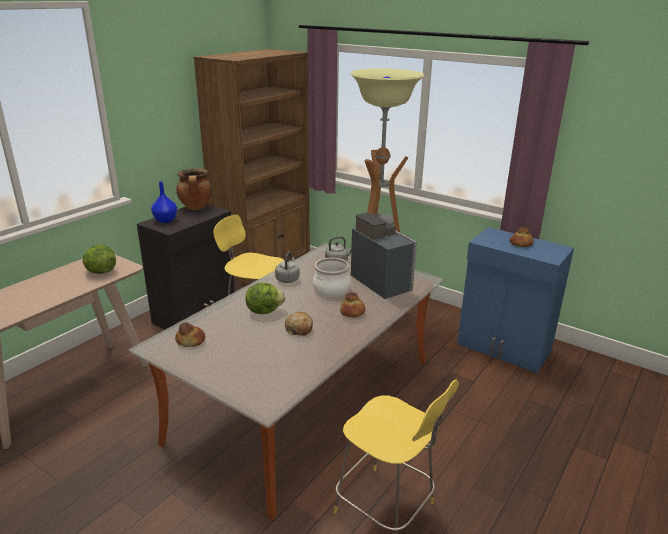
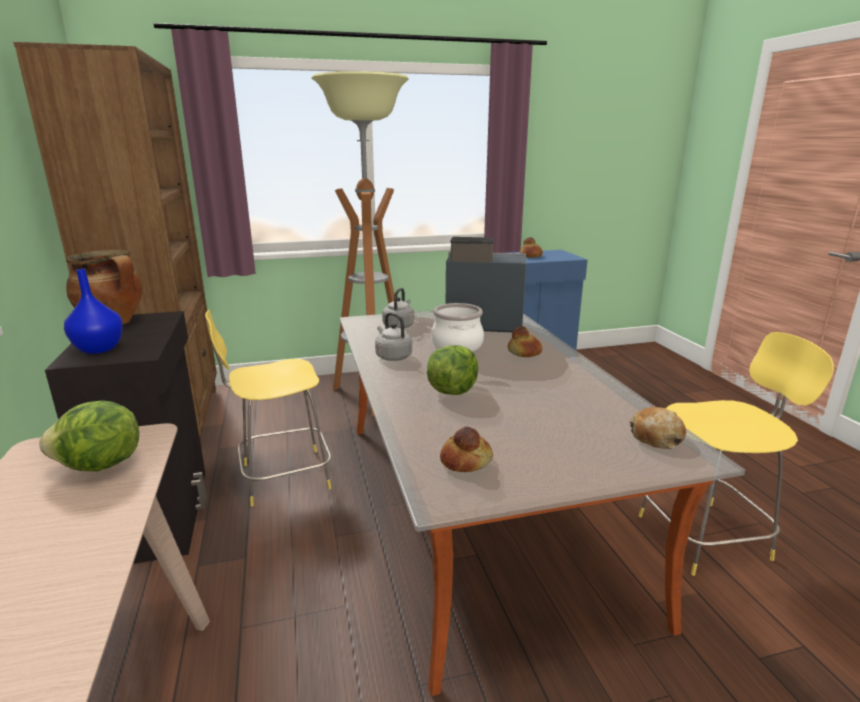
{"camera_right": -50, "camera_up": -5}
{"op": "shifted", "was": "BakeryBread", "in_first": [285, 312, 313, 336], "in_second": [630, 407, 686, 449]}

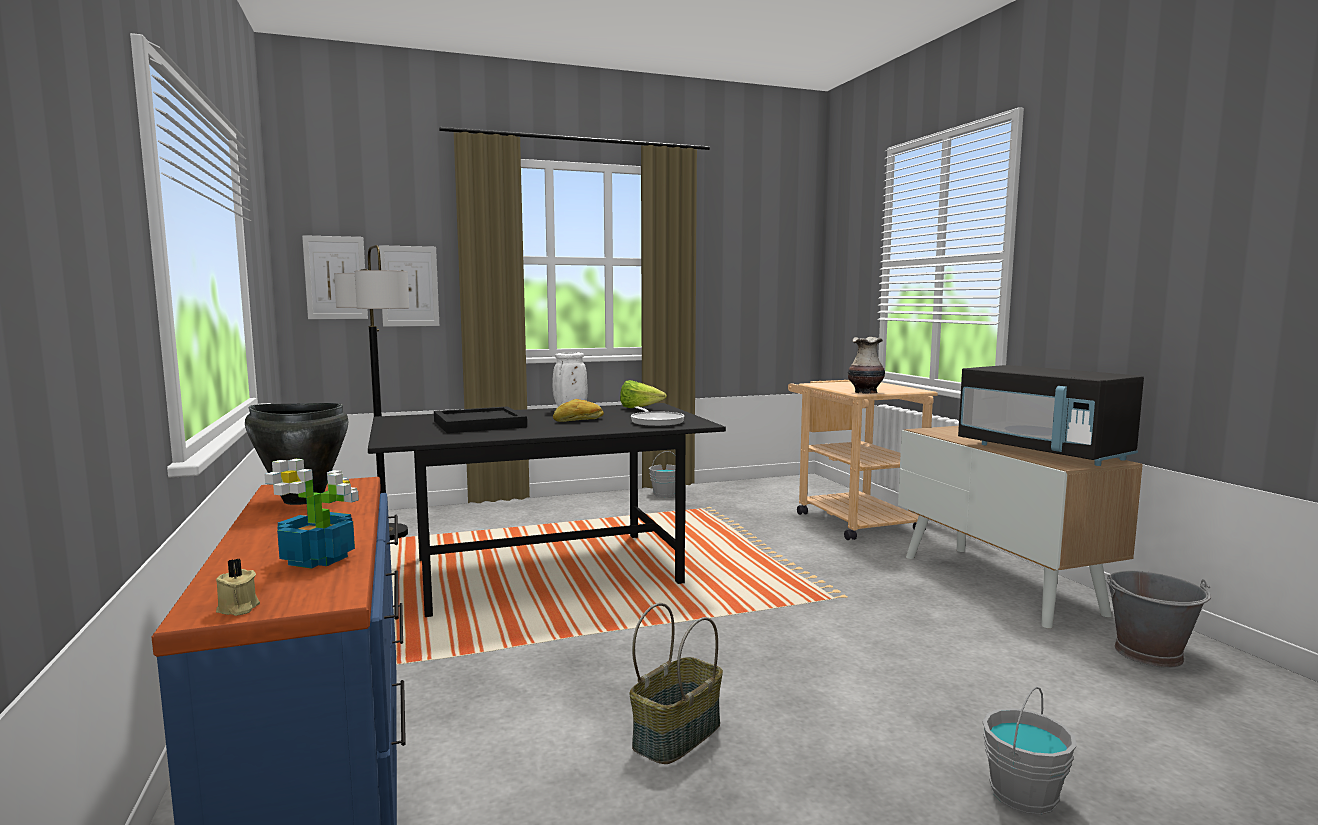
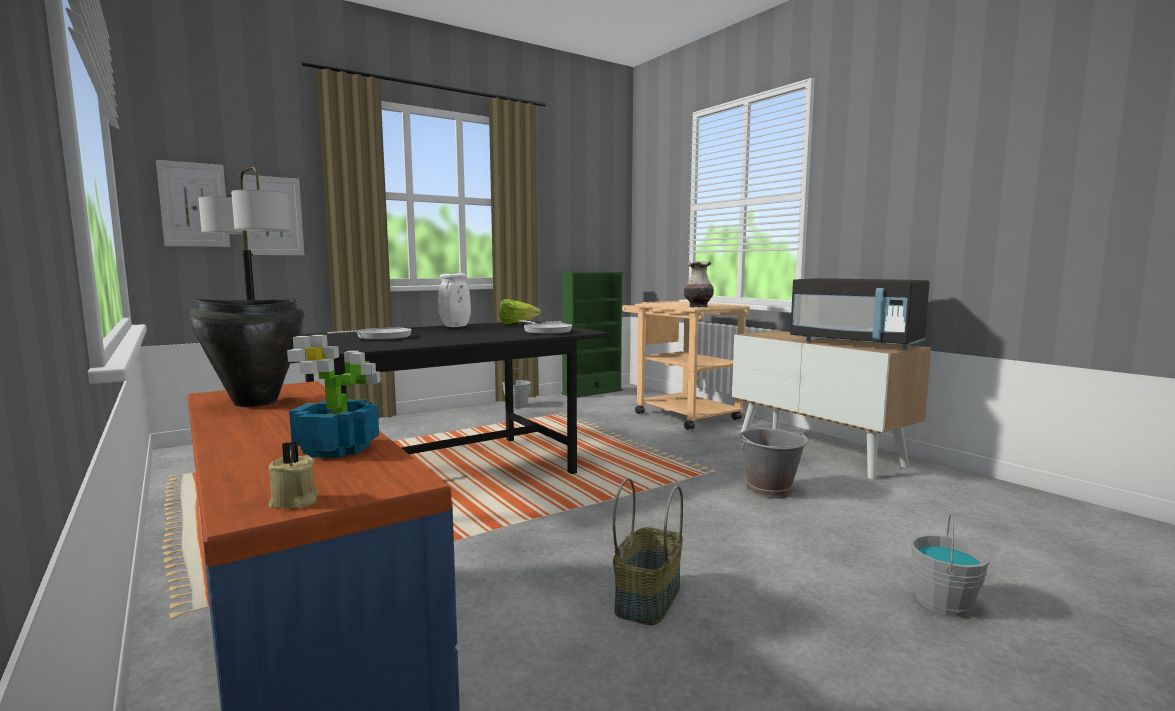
{"camera_right": -15, "camera_up": 0}
{"op": "gone", "was": "BakeryBread", "in_first": [553, 399, 604, 422]}
{"op": "swapped", "was": "BlackishTray", "now": "Pan", "in_first": [434, 406, 527, 433], "in_second": [328, 328, 411, 340]}
{"op": "shifted", "was": "GreyishWaterBucket", "in_first": [1106, 570, 1211, 668], "in_second": [738, 429, 808, 499]}
{"op": "new", "now": "GreenColouredBookcase", "in_second": [561, 272, 624, 397]}

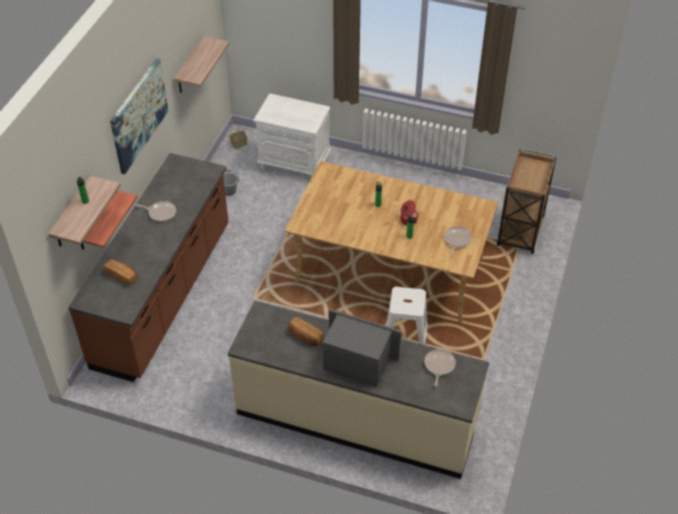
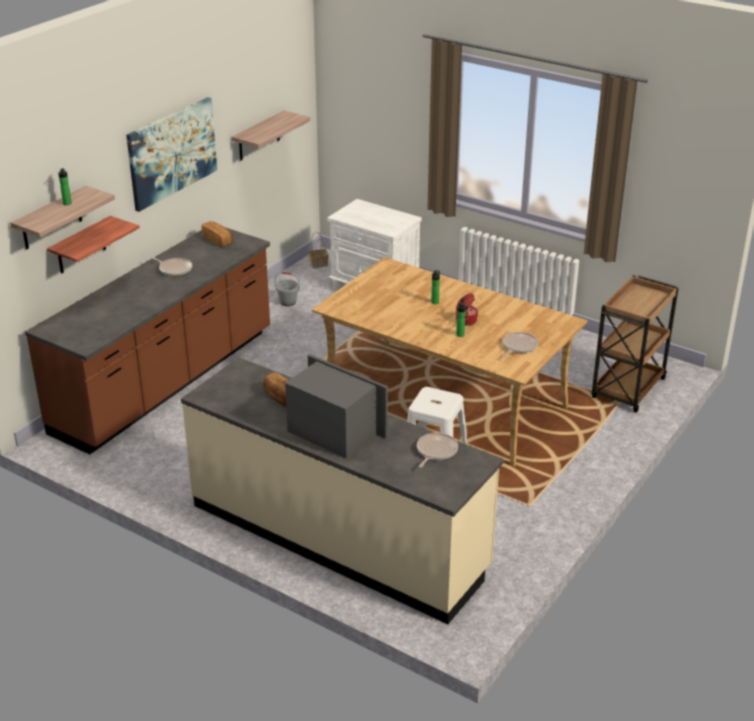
{"camera_right": 15, "camera_up": -15}
{"op": "shifted", "was": "BakeryBread", "in_first": [104, 259, 137, 286], "in_second": [201, 221, 233, 247]}

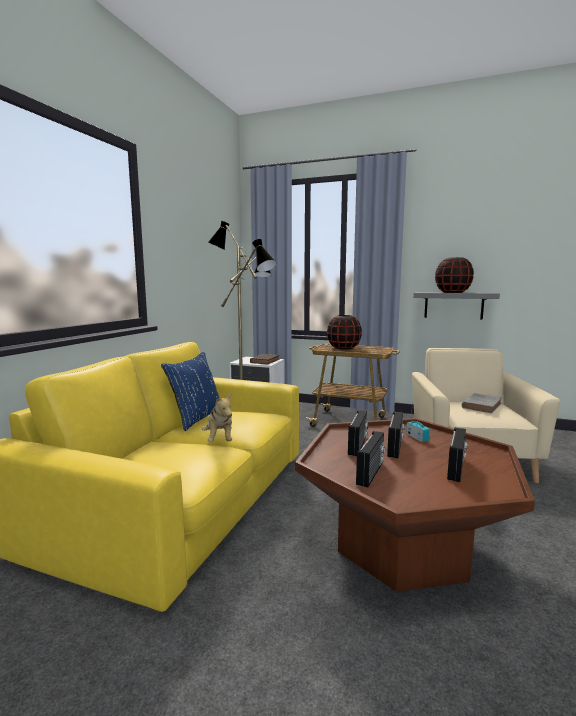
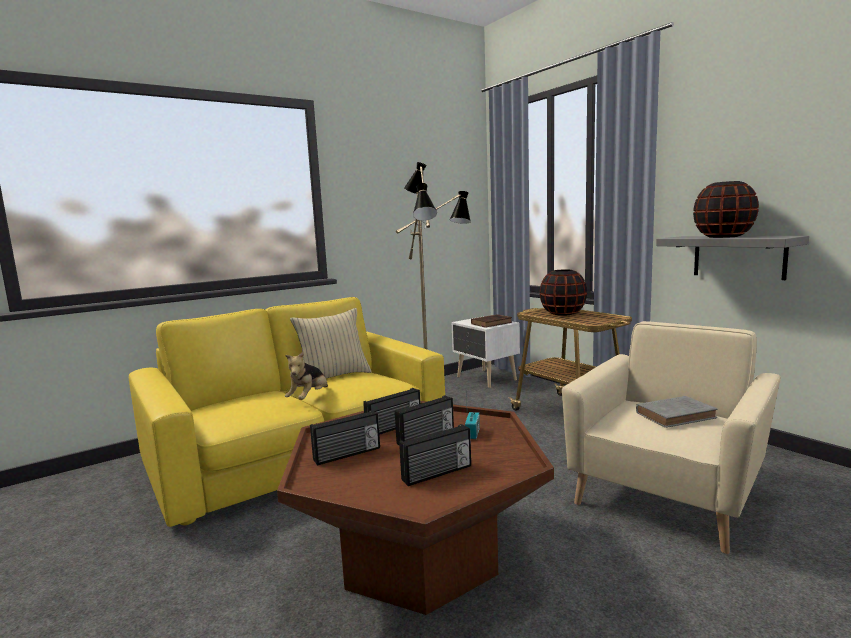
{"camera_right": 35, "camera_up": 0}
{"op": "repainted", "was": "BluishPillow", "now": "BeigePillow", "in_first": [161, 352, 220, 431], "in_second": [290, 308, 372, 378]}

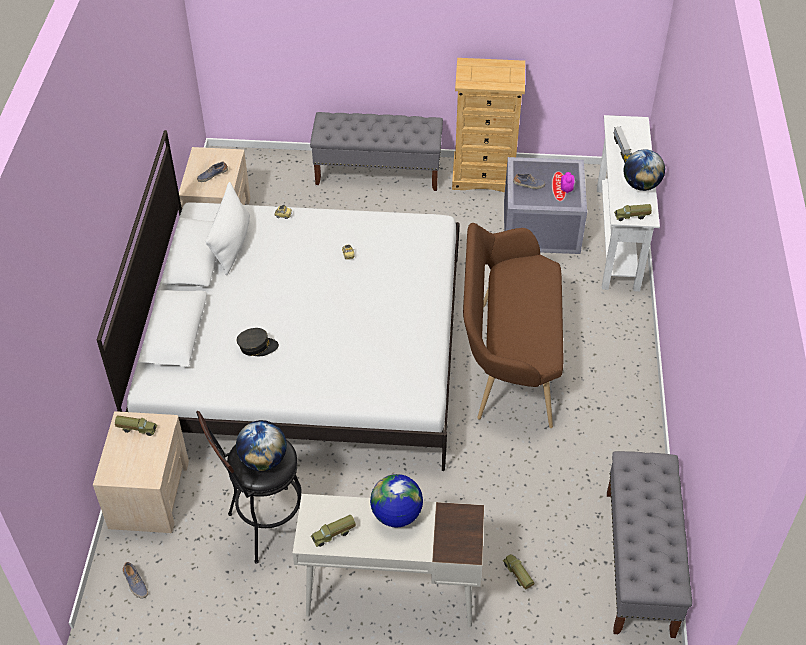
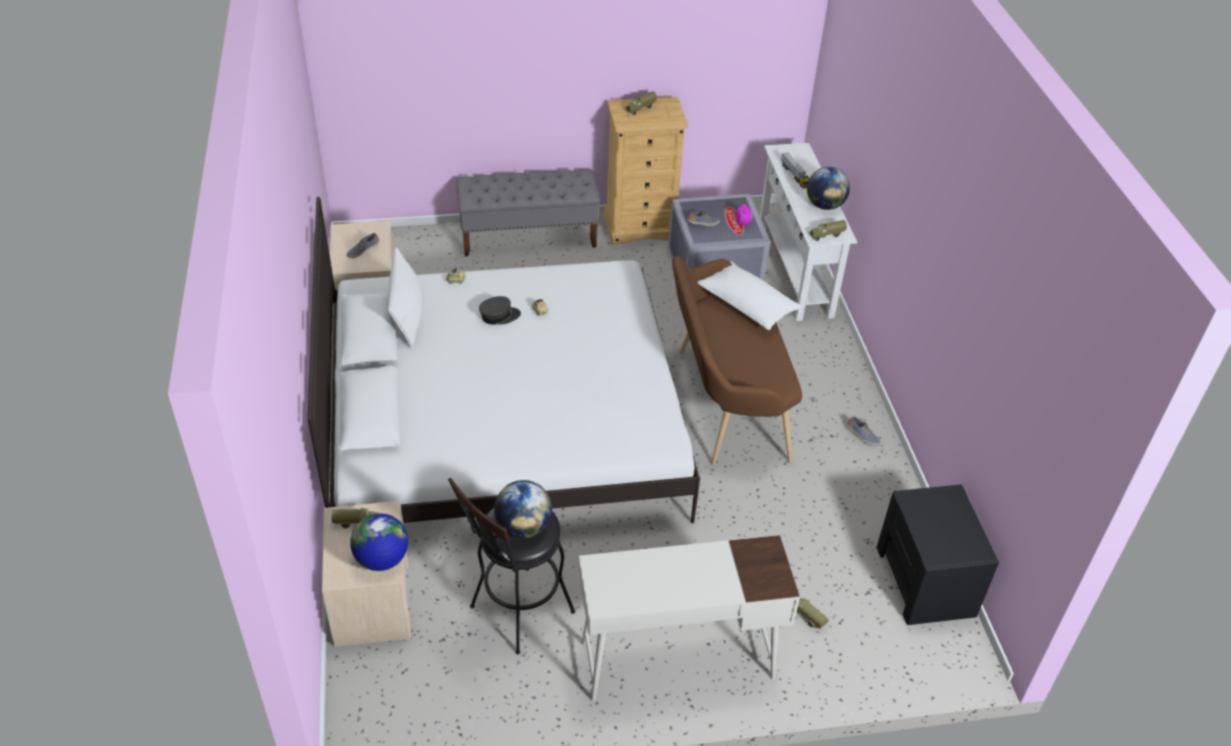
{"camera_right": -15, "camera_up": -5}
{"op": "shifted", "was": "GreyishBaseballCap", "in_first": [237, 328, 279, 356], "in_second": [479, 296, 521, 325]}
{"op": "swapped", "was": "GreyishLongSeat", "now": "BlackishNightstand", "in_first": [607, 451, 692, 638], "in_second": [877, 484, 999, 625]}
{"op": "shifted", "was": "Globe", "in_first": [370, 474, 423, 528], "in_second": [350, 513, 408, 571]}
{"op": "shifted", "was": "ToyLorry", "in_first": [311, 514, 356, 547], "in_second": [625, 91, 657, 115]}
{"op": "shifted", "was": "Shoe", "in_first": [122, 562, 148, 599], "in_second": [847, 416, 880, 446]}
{"op": "new", "now": "WhiteColouredPillow", "in_second": [697, 261, 802, 331]}

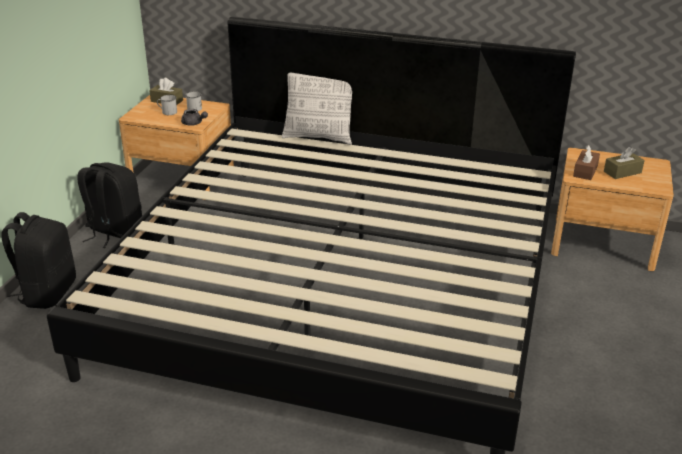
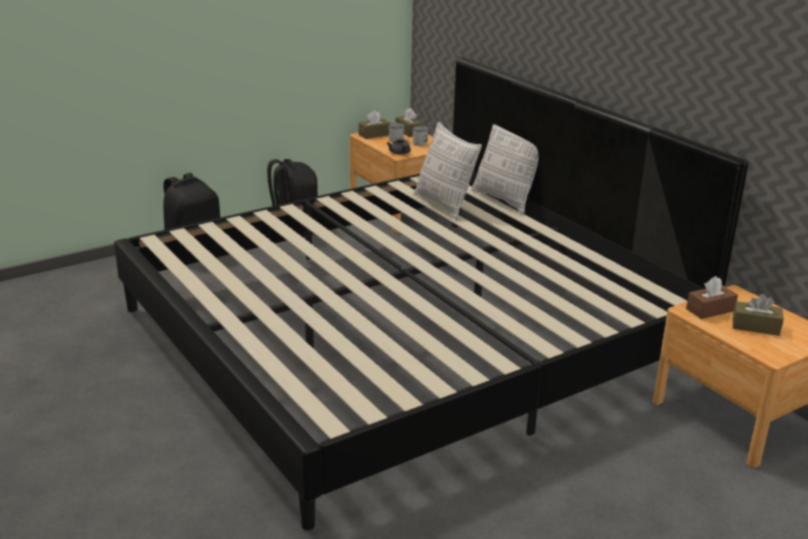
{"camera_right": 40, "camera_up": -5}
{"op": "new", "now": "BrownBoxOfTissues", "in_second": [358, 110, 391, 139]}
{"op": "new", "now": "Pillow", "in_second": [414, 122, 482, 220]}

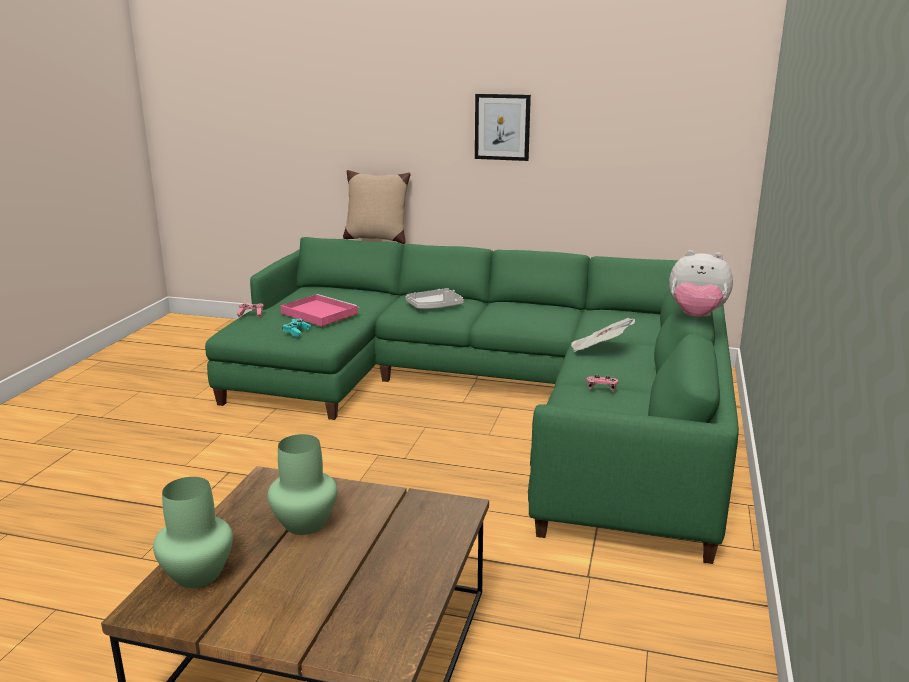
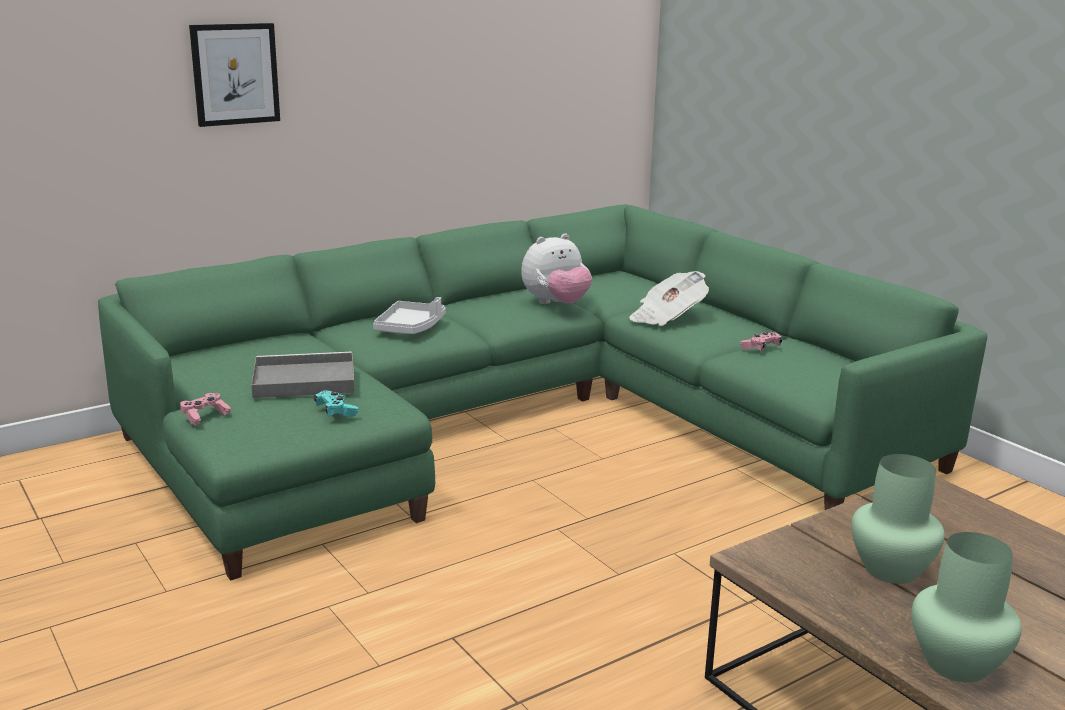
{"camera_right": -50, "camera_up": 0}
{"op": "shifted", "was": "WallPicture", "in_first": [475, 94, 531, 161], "in_second": [189, 23, 280, 127]}
{"op": "gone", "was": "BeigePillow", "in_first": [343, 170, 410, 244]}
{"op": "shifted", "was": "PlushToy", "in_first": [669, 250, 733, 317], "in_second": [521, 233, 592, 304]}
{"op": "repainted", "was": "PinkishTray", "now": "GreyishTray", "in_first": [280, 294, 359, 326], "in_second": [251, 351, 355, 398]}

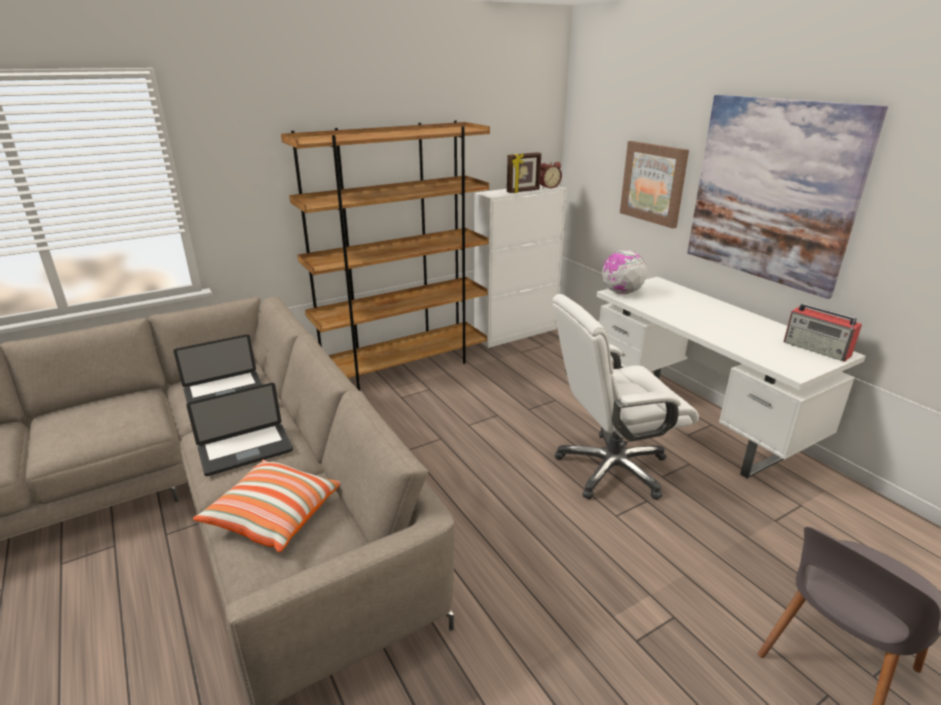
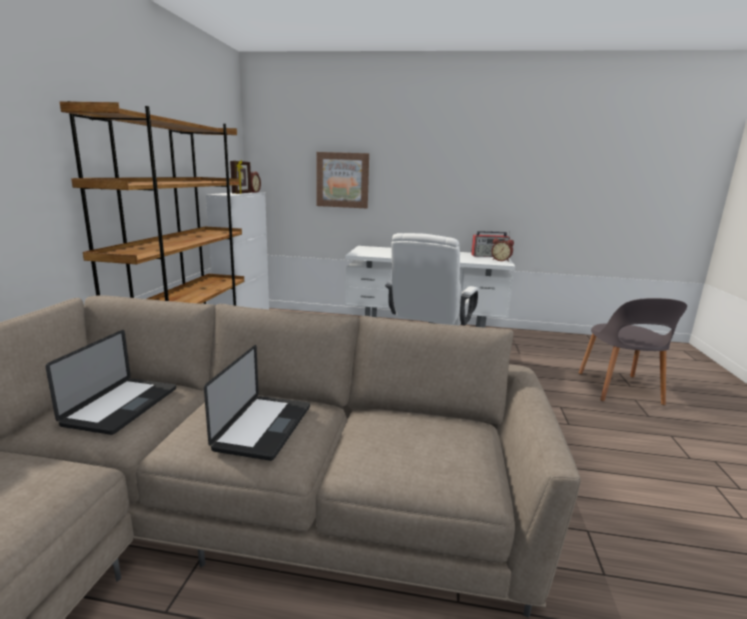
{"camera_right": -50, "camera_up": -10}
{"op": "gone", "was": "WallPicture", "in_first": [687, 95, 888, 299]}
{"op": "gone", "was": "Globe", "in_first": [602, 250, 647, 294]}
{"op": "gone", "was": "Pillow", "in_first": [193, 460, 340, 552]}
{"op": "new", "now": "TableClock", "in_second": [491, 238, 514, 262]}

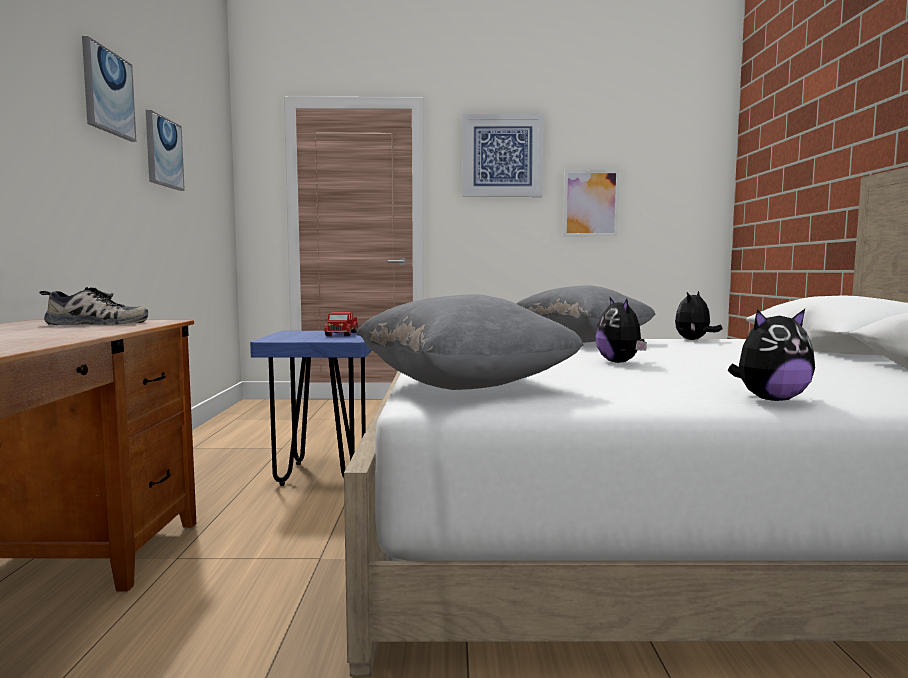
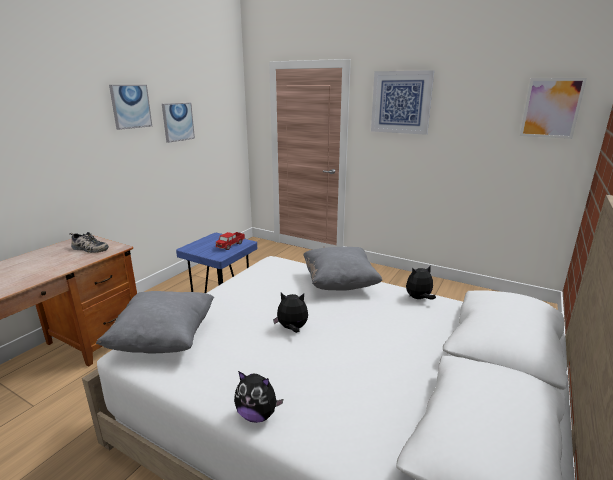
{"camera_right": 30, "camera_up": 15}
{"op": "shifted", "was": "WallPicture", "in_first": [563, 170, 619, 236], "in_second": [520, 78, 587, 139]}
{"op": "rotated", "was": "PlushToy", "in_first": [595, 296, 647, 363], "in_second": [273, 293, 308, 333], "clockwise": 75}

